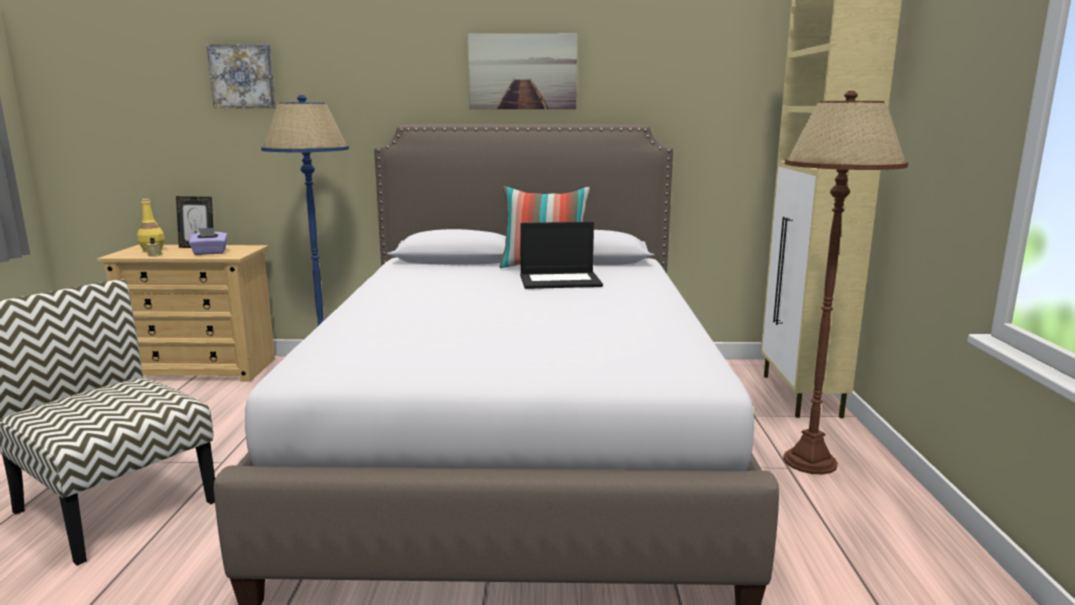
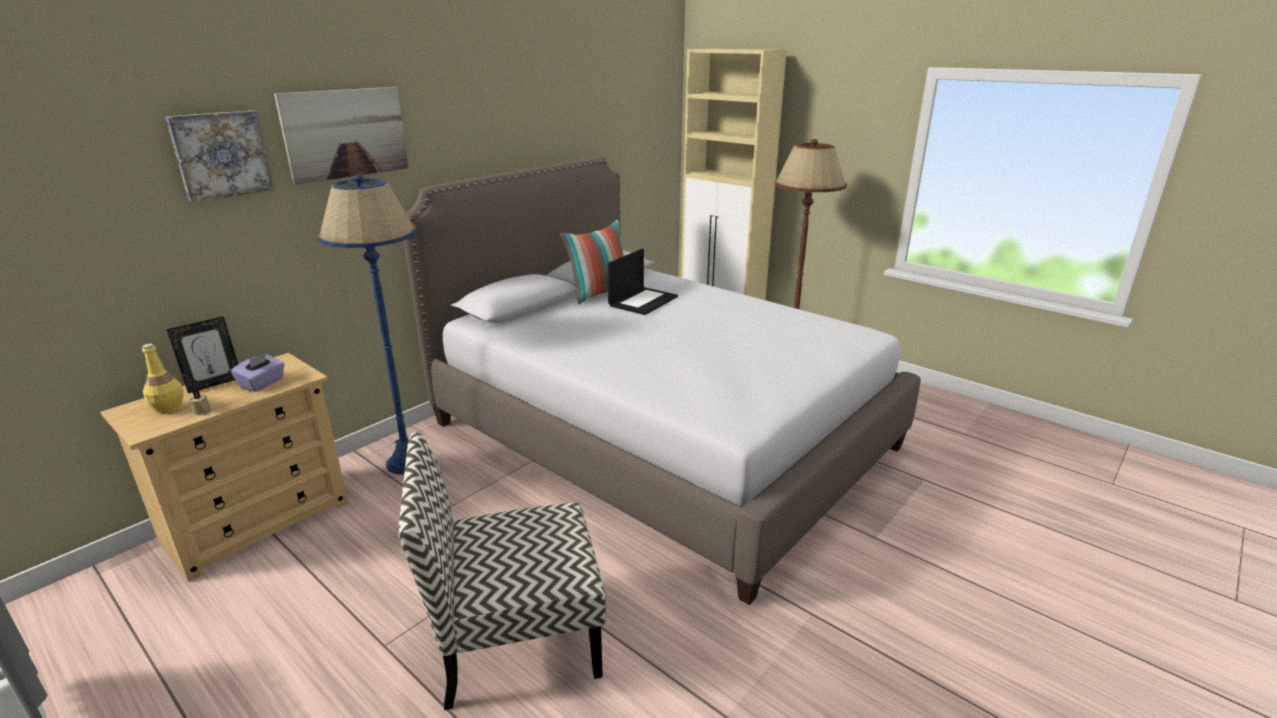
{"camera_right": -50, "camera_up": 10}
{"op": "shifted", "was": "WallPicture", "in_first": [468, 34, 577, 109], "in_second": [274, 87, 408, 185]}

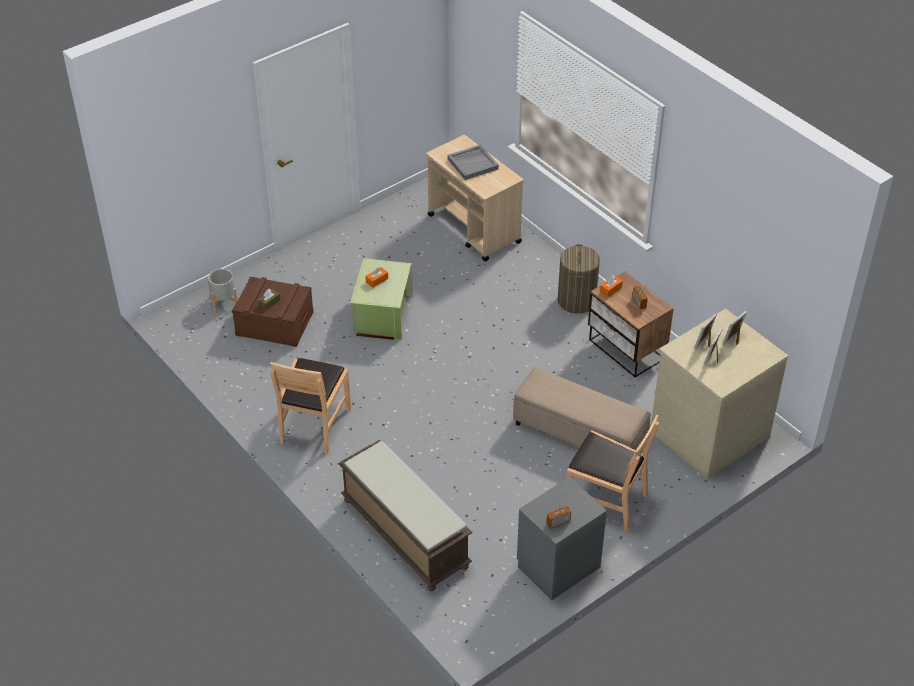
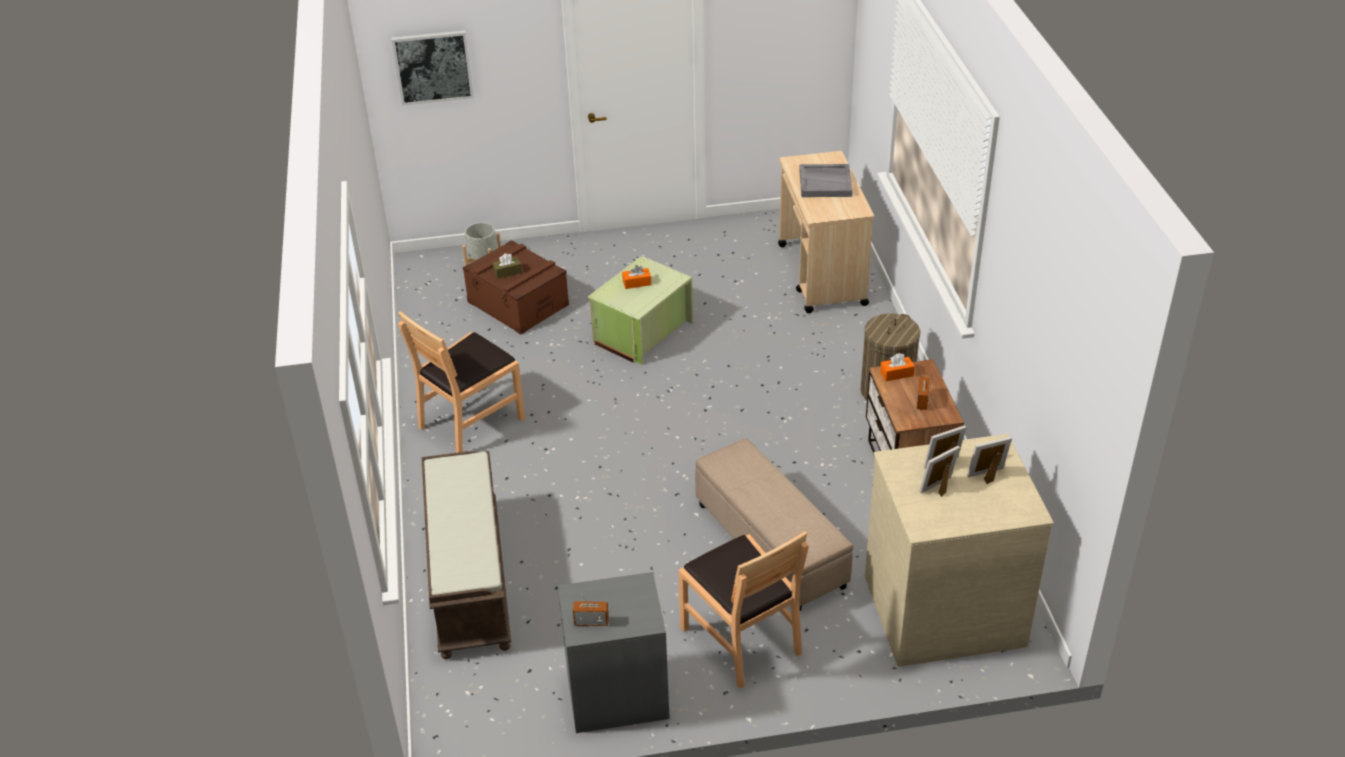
{"camera_right": 30, "camera_up": -5}
{"op": "new", "now": "WallPicture", "in_second": [392, 30, 474, 106]}

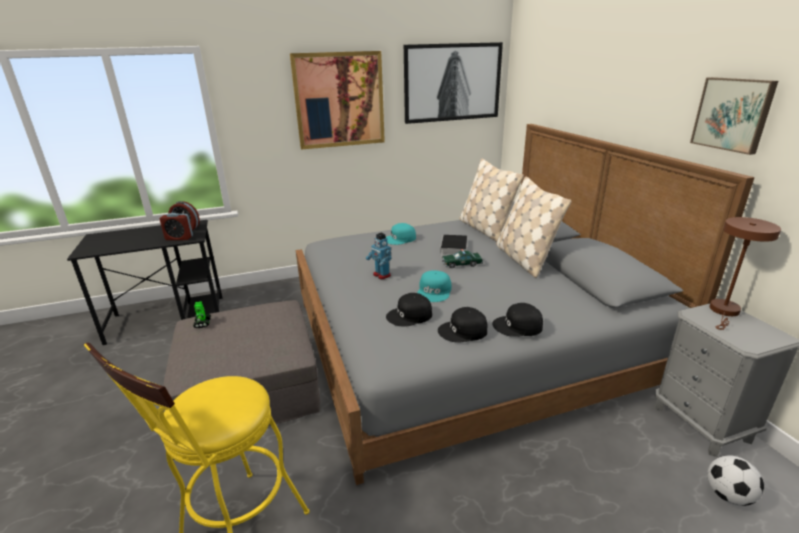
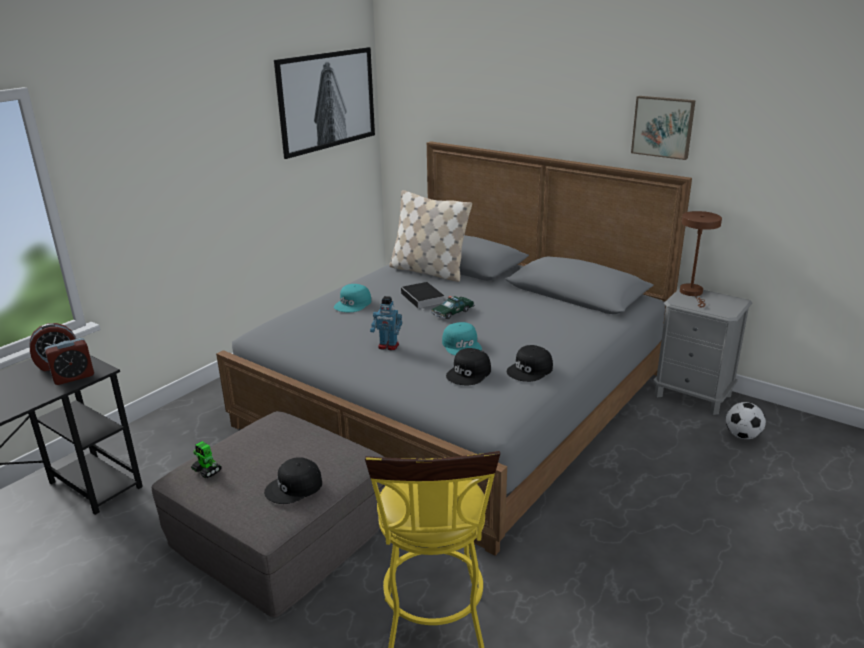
{"camera_right": -35, "camera_up": 0}
{"op": "gone", "was": "WallPicture", "in_first": [290, 51, 385, 150]}
{"op": "gone", "was": "BeigePillow", "in_first": [496, 176, 571, 278]}
{"op": "shifted", "was": "BlackishBaseballCap", "in_first": [493, 303, 543, 337], "in_second": [264, 457, 322, 504]}

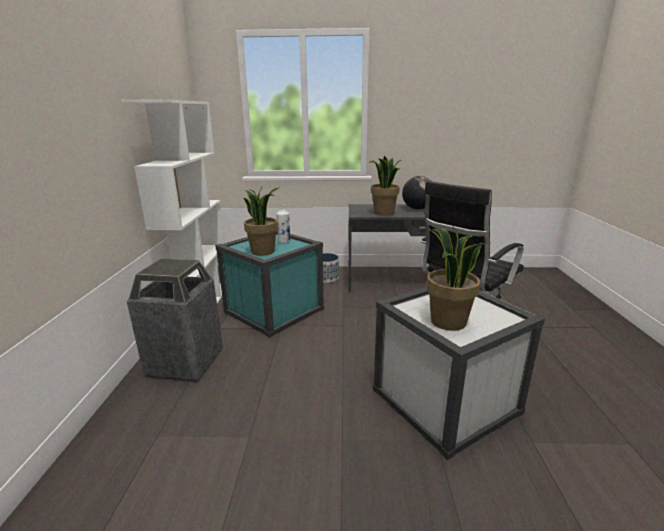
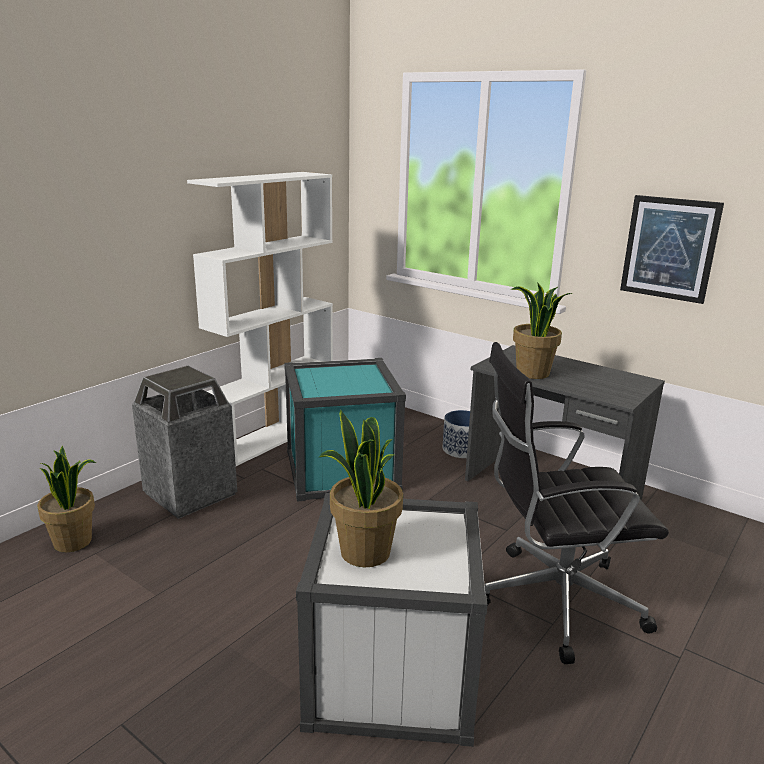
{"camera_right": 35, "camera_up": 0}
{"op": "gone", "was": "Globe", "in_first": [402, 176, 431, 210]}
{"op": "shifted", "was": "PlantInAPot", "in_first": [243, 187, 280, 256], "in_second": [37, 446, 96, 552]}
{"op": "gone", "was": "WhiteColouredDrinkBottle", "in_first": [276, 206, 290, 243]}
{"op": "new", "now": "WallPicture", "in_second": [620, 195, 724, 304]}

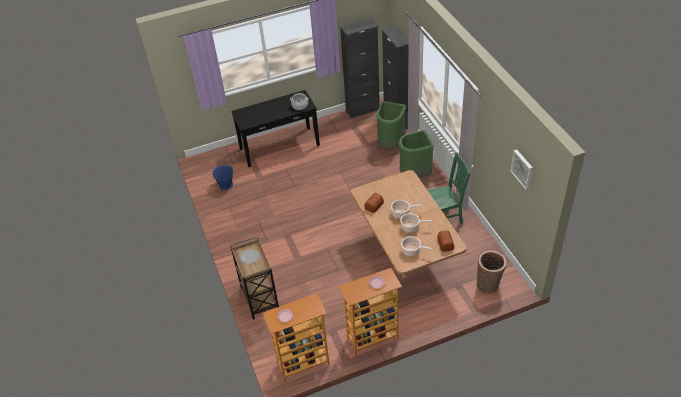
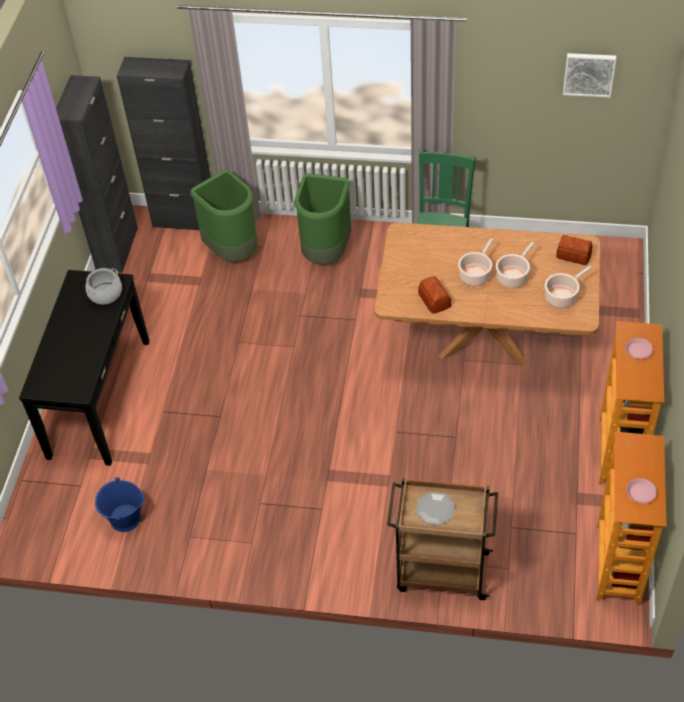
{"camera_right": -60, "camera_up": 5}
{"op": "gone", "was": "HouseholdBasket", "in_first": [477, 251, 506, 294]}

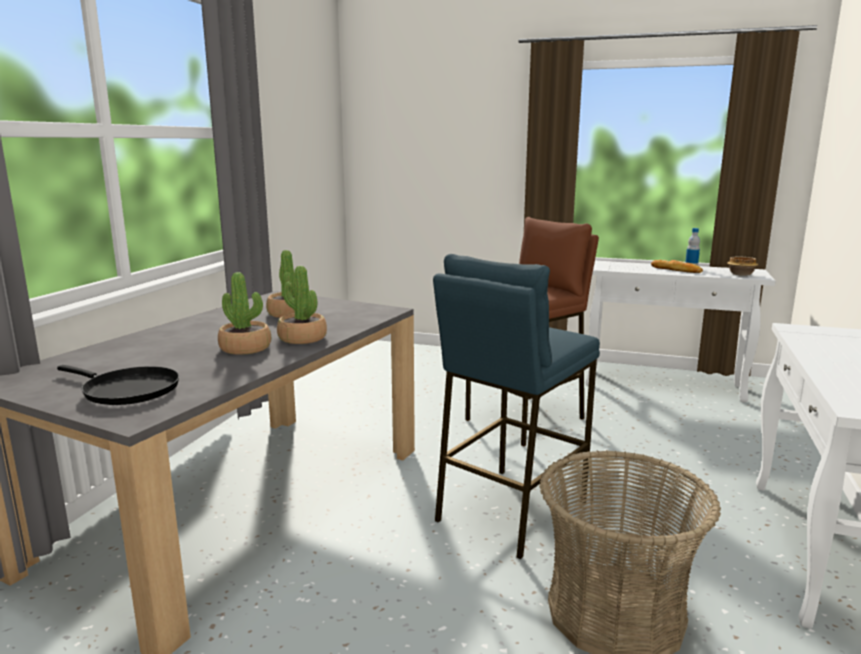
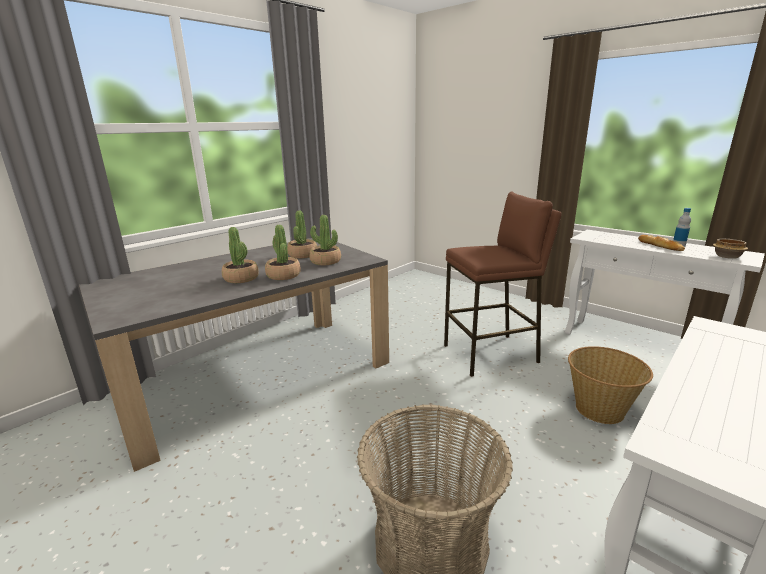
{"camera_right": 25, "camera_up": 5}
{"op": "gone", "was": "BluishStool", "in_first": [433, 254, 600, 559]}
{"op": "gone", "was": "BlackishPan", "in_first": [57, 365, 179, 405]}
{"op": "new", "now": "PlantInAPot", "in_second": [309, 215, 341, 265]}
{"op": "new", "now": "HouseholdBasket", "in_second": [568, 346, 653, 424]}

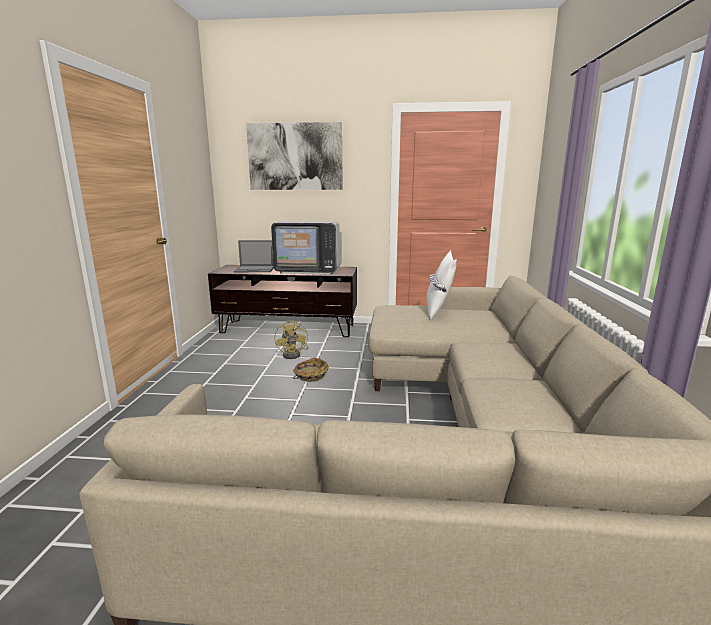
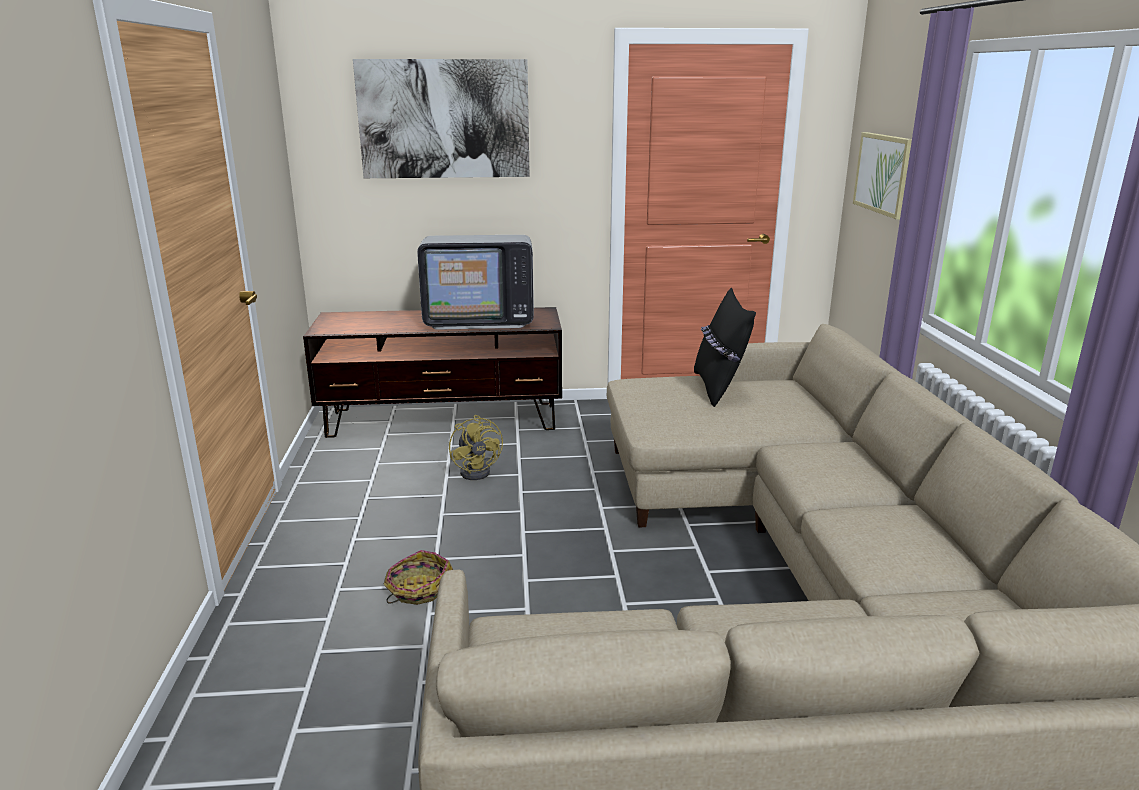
{"camera_right": -10, "camera_up": 5}
{"op": "gone", "was": "PortableComputer", "in_first": [234, 240, 274, 272]}
{"op": "repainted", "was": "WhiteColouredPillow", "now": "BlackishPillow", "in_first": [426, 251, 457, 320], "in_second": [694, 287, 756, 407]}
{"op": "shifted", "was": "HouseholdBasket", "in_first": [293, 358, 329, 382], "in_second": [383, 550, 453, 605]}
{"op": "new", "now": "WallPicture", "in_second": [853, 132, 912, 220]}

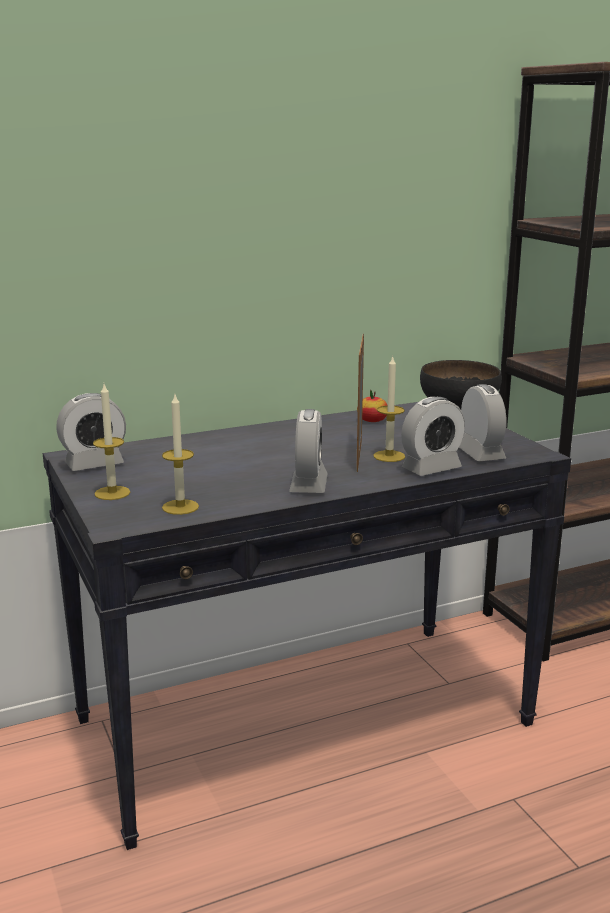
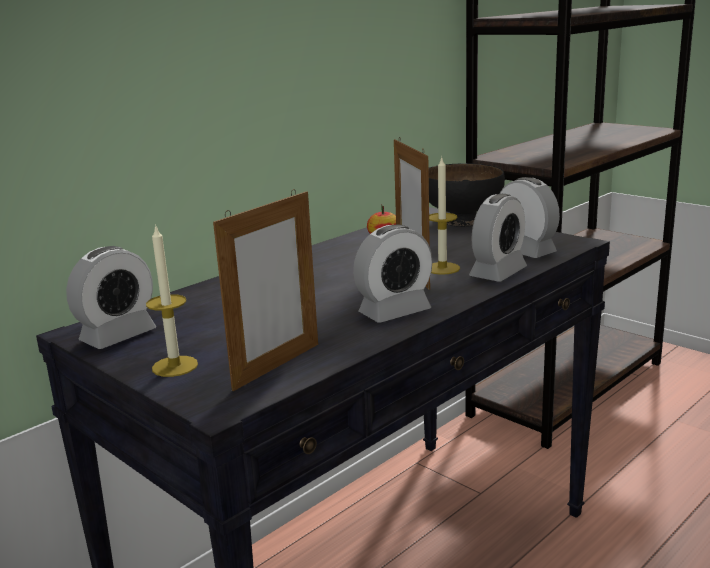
{"camera_right": -20, "camera_up": 0}
{"op": "swapped", "was": "Candle", "now": "StandingFrame", "in_first": [162, 395, 199, 515], "in_second": [213, 189, 318, 391]}
{"op": "rotated", "was": "TableClock", "in_first": [289, 409, 328, 493], "in_second": [353, 225, 433, 323], "clockwise": 75}

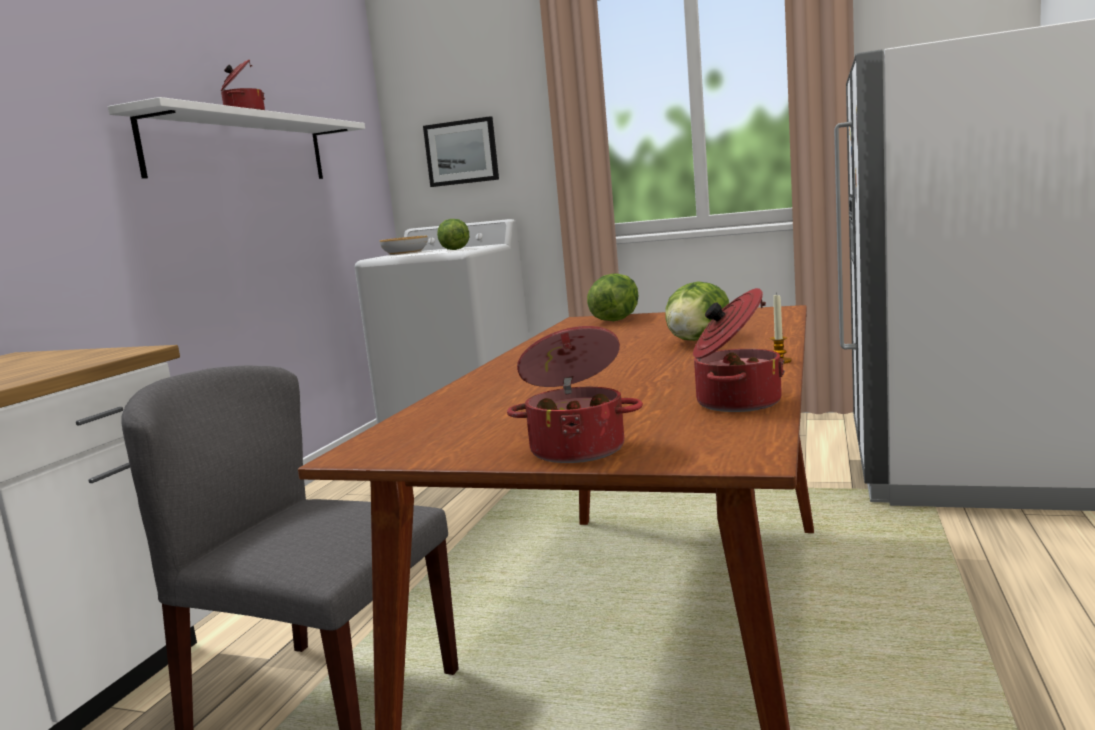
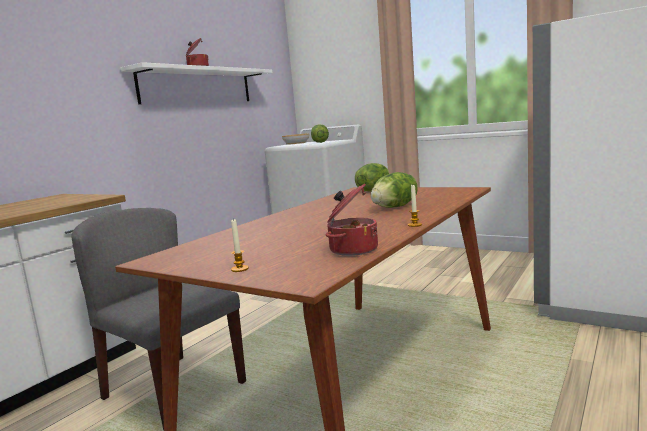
{"camera_right": 15, "camera_up": 0}
{"op": "gone", "was": "WallPicture", "in_first": [423, 116, 499, 187]}
{"op": "swapped", "was": "Saucepot", "now": "Candle", "in_first": [507, 326, 643, 463], "in_second": [231, 218, 249, 272]}

